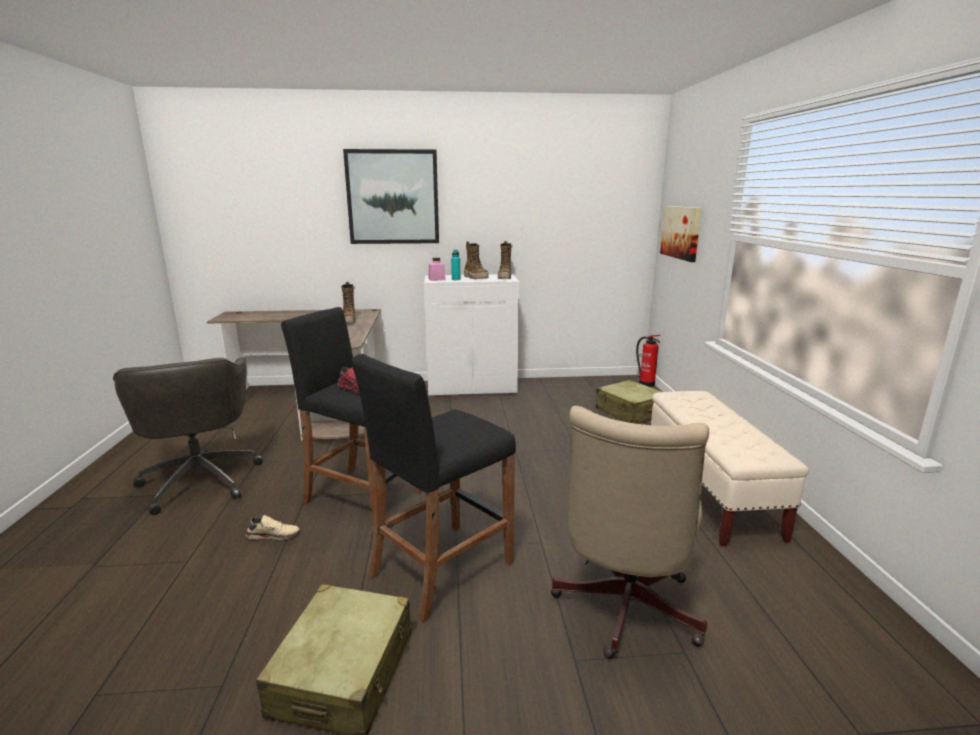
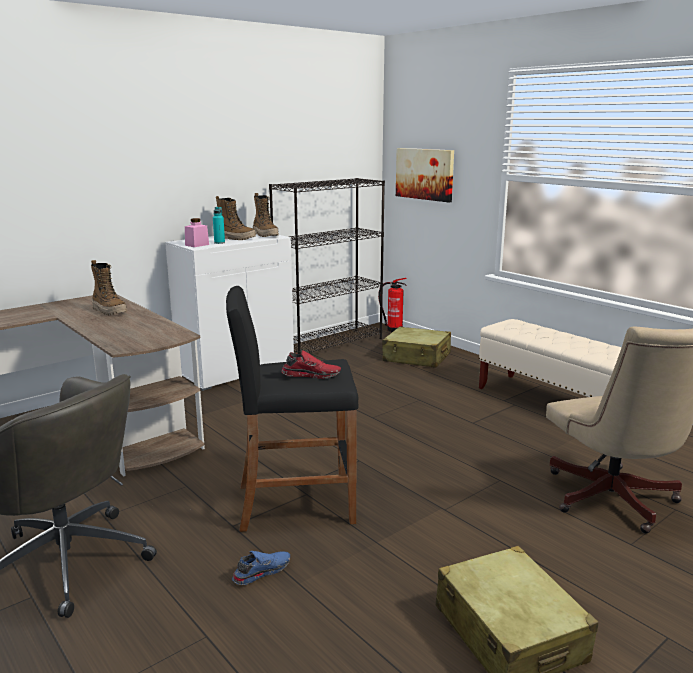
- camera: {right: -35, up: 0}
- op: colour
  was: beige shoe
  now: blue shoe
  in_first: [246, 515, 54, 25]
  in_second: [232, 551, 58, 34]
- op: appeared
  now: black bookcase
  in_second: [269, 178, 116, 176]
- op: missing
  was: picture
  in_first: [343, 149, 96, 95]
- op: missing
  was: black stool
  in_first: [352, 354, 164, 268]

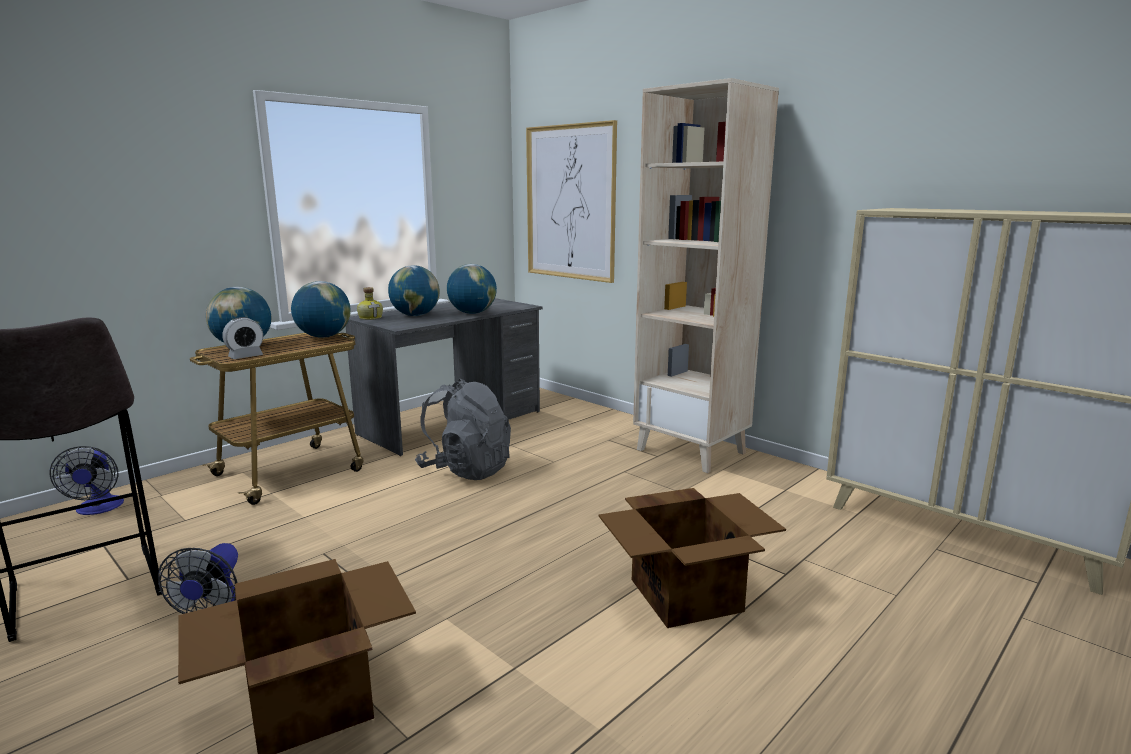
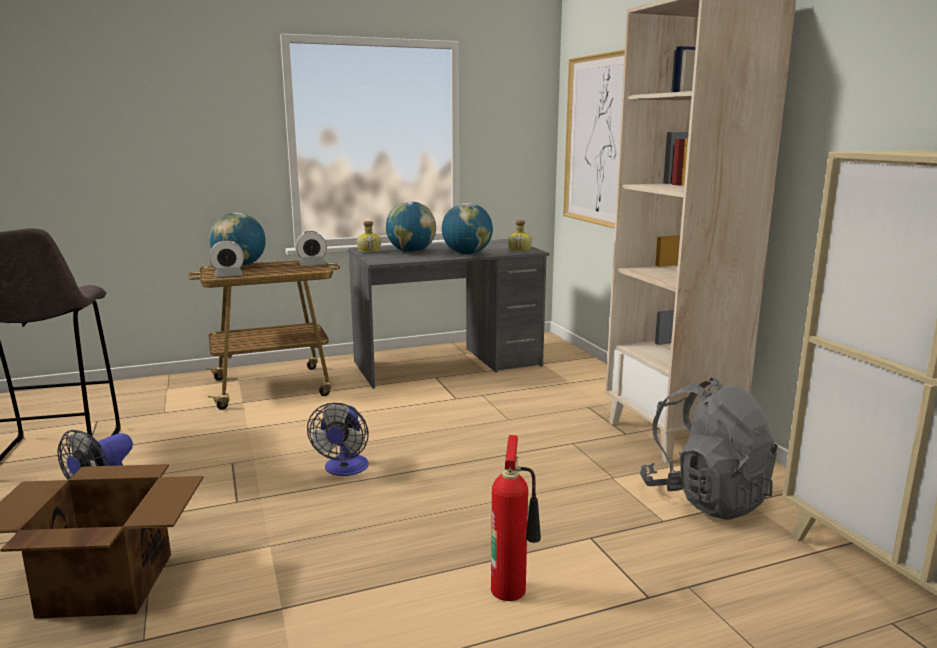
- camera: {right: 25, up: 0}
- op: exchanged
  was: globe
  now: alarm clock
  in_first: [291, 281, 60, 57]
  in_second: [295, 231, 32, 35]
- op: relocated
  was: fan
  in_first: [49, 446, 75, 69]
  in_second: [307, 403, 62, 73]
- op: exchanged
  was: cardboard box
  now: fire extinguisher
  in_first: [599, 488, 187, 140]
  in_second: [491, 435, 50, 166]
- op: appeared
  now: bottle
  in_second: [508, 220, 24, 31]
- op: relocated
  was: grey backpack
  in_first: [415, 379, 96, 101]
  in_second: [640, 377, 138, 143]

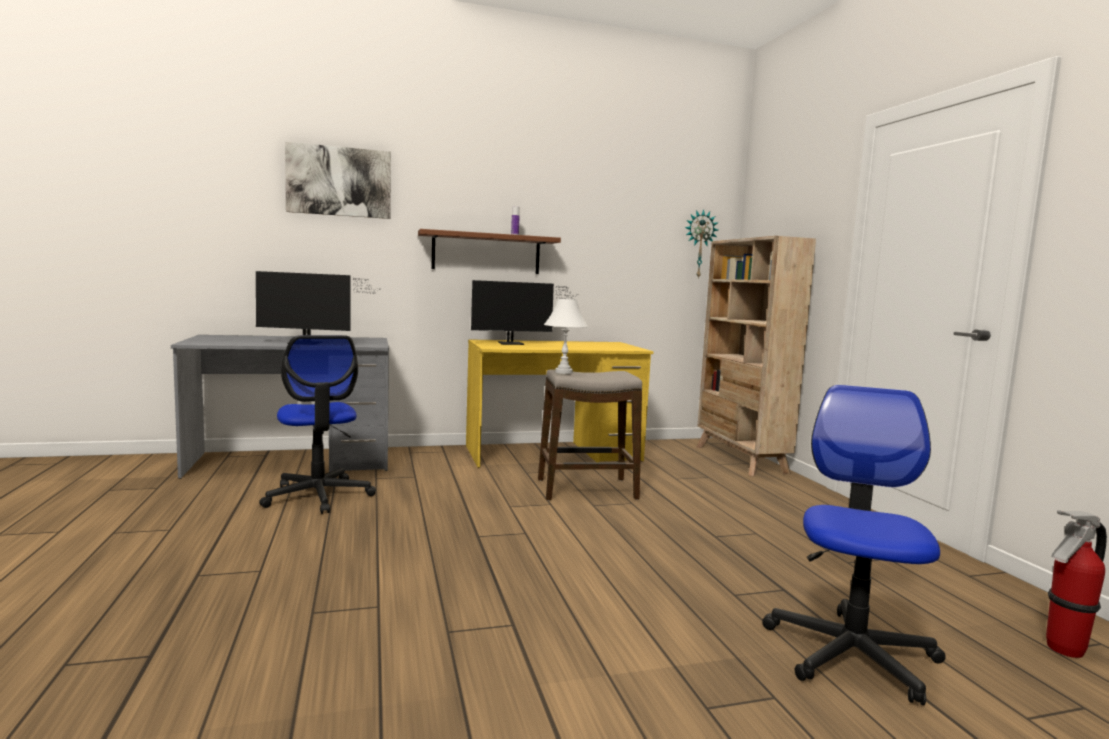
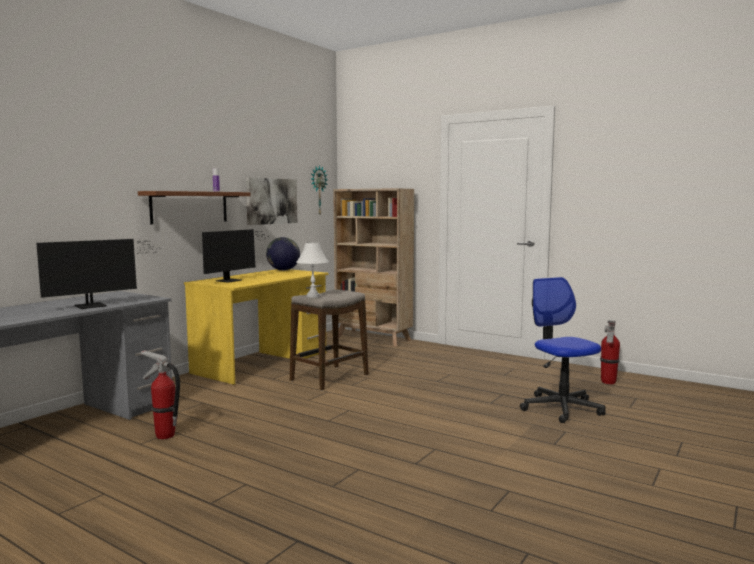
- camera: {right: -40, up: 0}
- op: exchanged
  was: office chair
  now: fire extinguisher
  in_first: [259, 335, 117, 179]
  in_second: [140, 350, 40, 89]
- op: relocated
  was: picture
  in_first: [285, 142, 106, 77]
  in_second: [246, 177, 51, 48]
- op: appeared
  now: globe
  in_second: [266, 237, 34, 34]

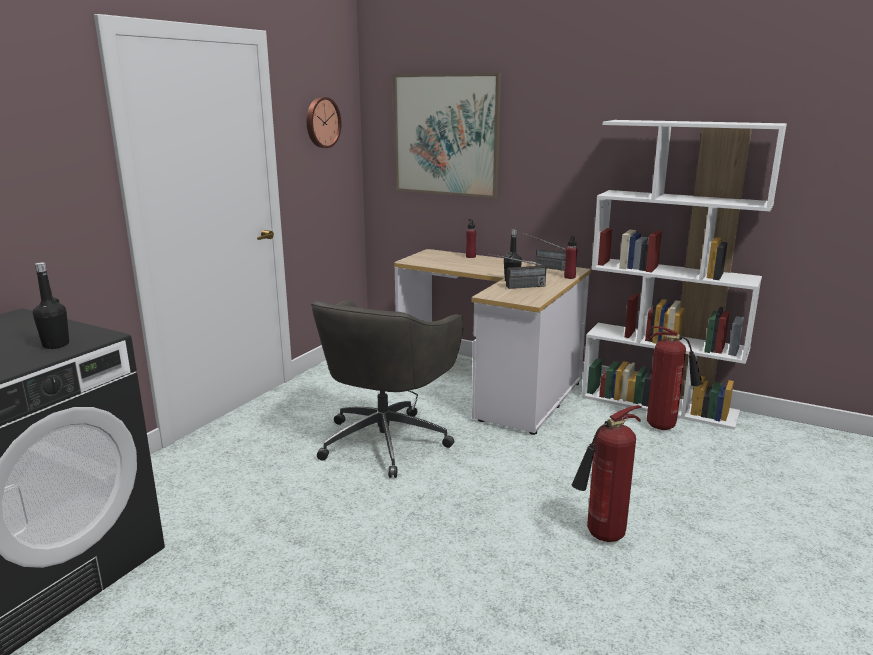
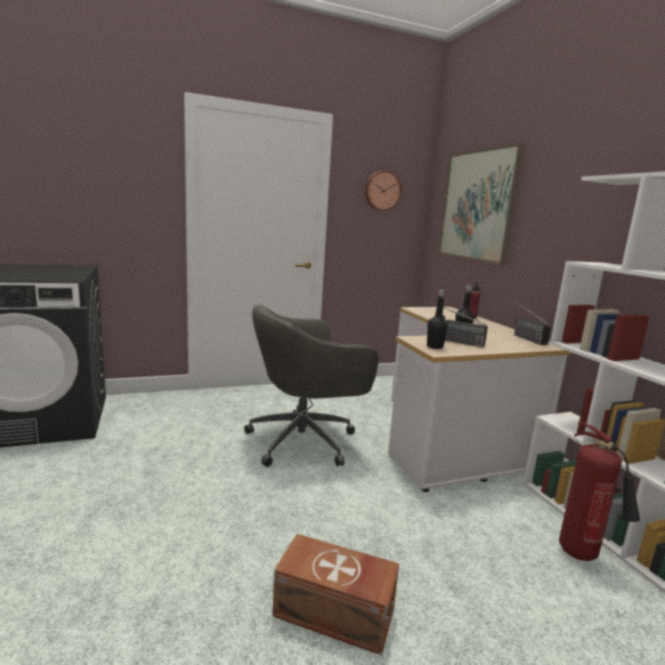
- camera: {right: 40, up: -5}
- op: exchanged
  was: fire extinguisher
  now: brown storage box
  in_first: [572, 405, 70, 137]
  in_second: [272, 534, 127, 121]
- op: relocated
  was: black bottle
  in_first: [33, 262, 36, 87]
  in_second: [427, 290, 21, 59]
- op: missing
  was: red bottle
  in_first: [564, 235, 14, 44]

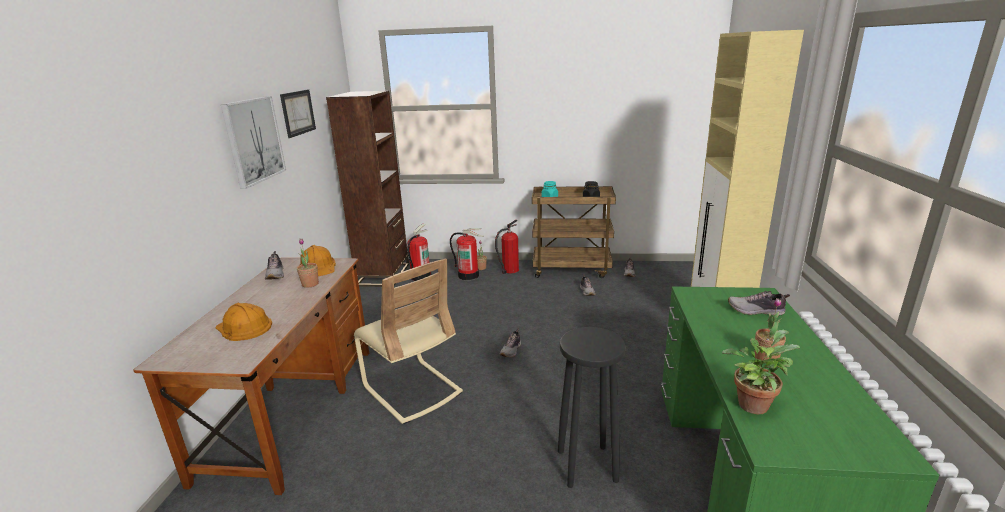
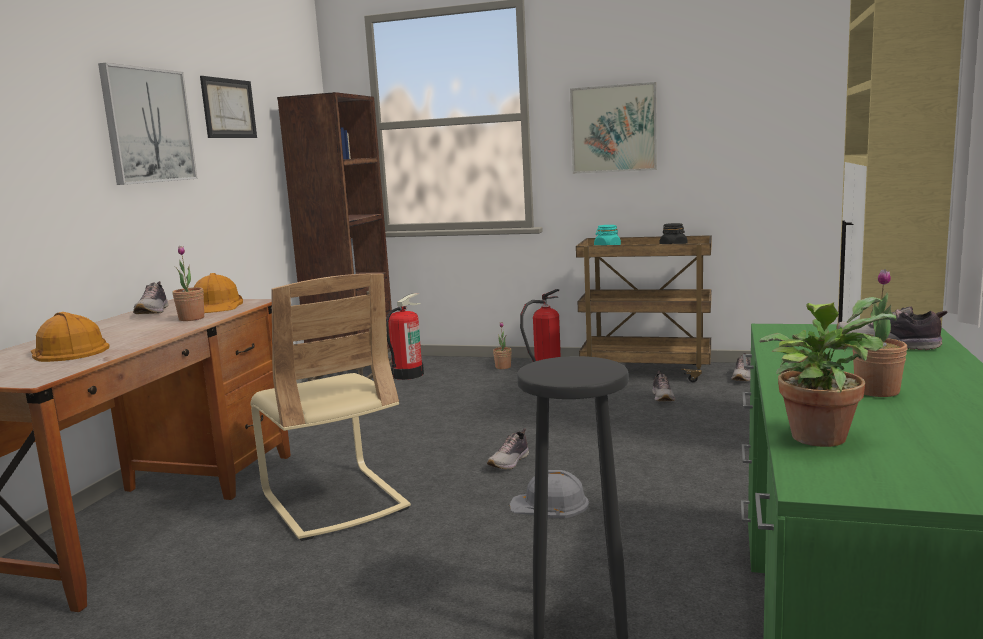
- camera: {right: 10, up: -10}
- op: appeared
  now: grey hard hat
  in_second: [510, 470, 79, 48]
- op: appeared
  now: picture
  in_second: [570, 82, 87, 92]
- op: missing
  was: fire extinguisher
  in_first: [450, 228, 34, 52]

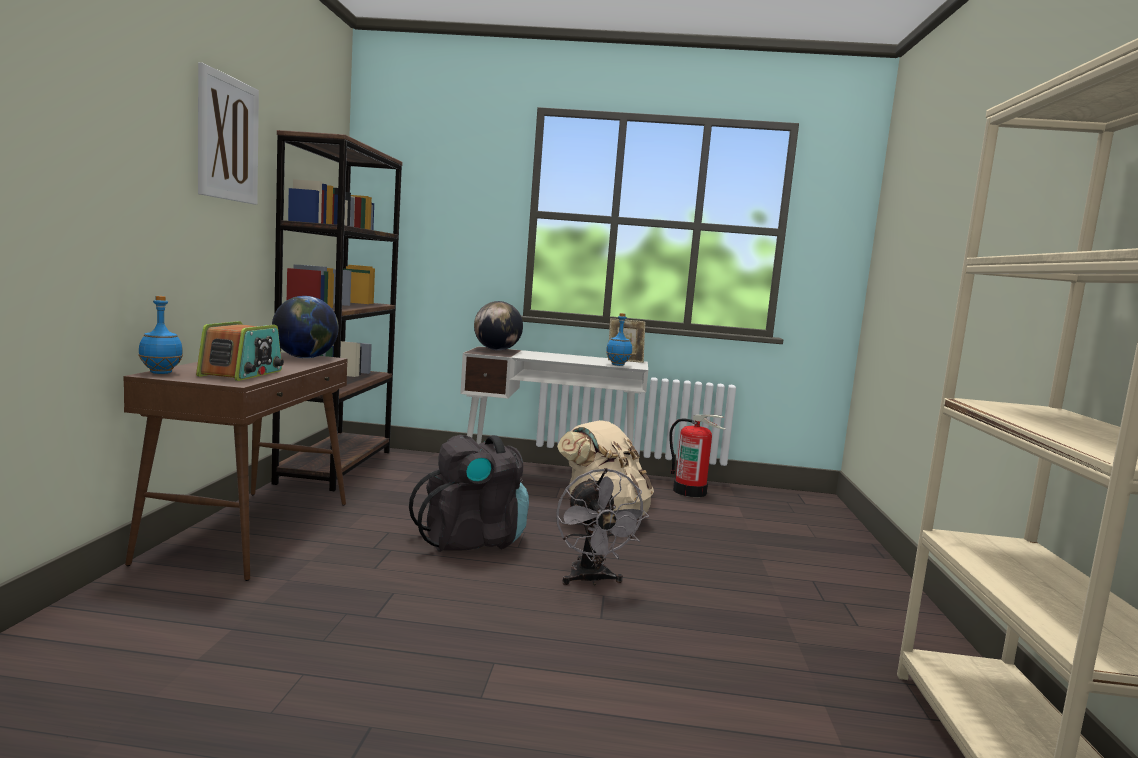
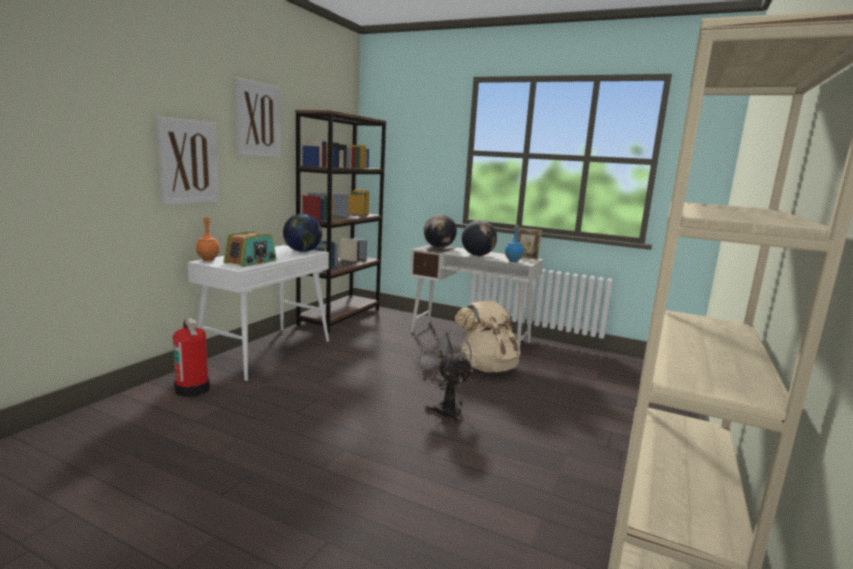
- camera: {right: 20, up: 5}
- op: appeared
  now: picture
  in_second: [156, 116, 63, 89]
- op: relocated
  was: fire extinguisher
  in_first: [669, 414, 56, 83]
  in_second: [173, 318, 37, 79]
- op: colour
  was: brown console table
  now: white console table
  in_first: [124, 352, 223, 229]
  in_second: [188, 245, 141, 136]
- op: colour
  was: blue bottle
  now: orange bottle
  in_first: [138, 296, 45, 78]
  in_second: [196, 217, 24, 44]
- op: spun
  was: grey fan
  in_first: [556, 468, 93, 117]
  in_second: [414, 330, 59, 94]
  clockwise: 150
- op: appeared
  now: globe
  in_second: [462, 220, 35, 36]
- op: missing
  was: black backpack
  in_first: [409, 435, 120, 117]

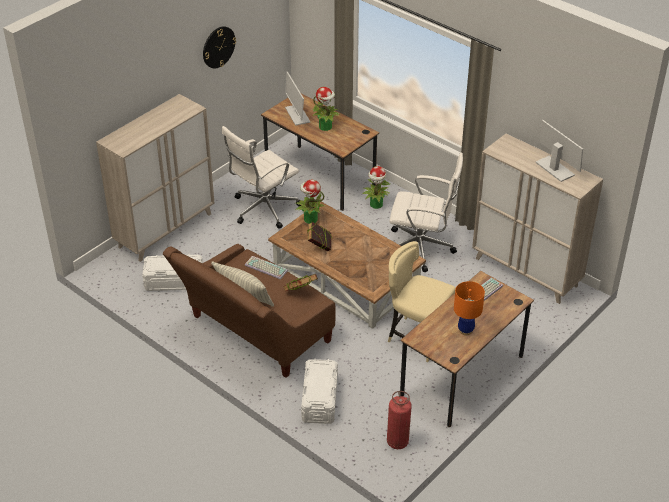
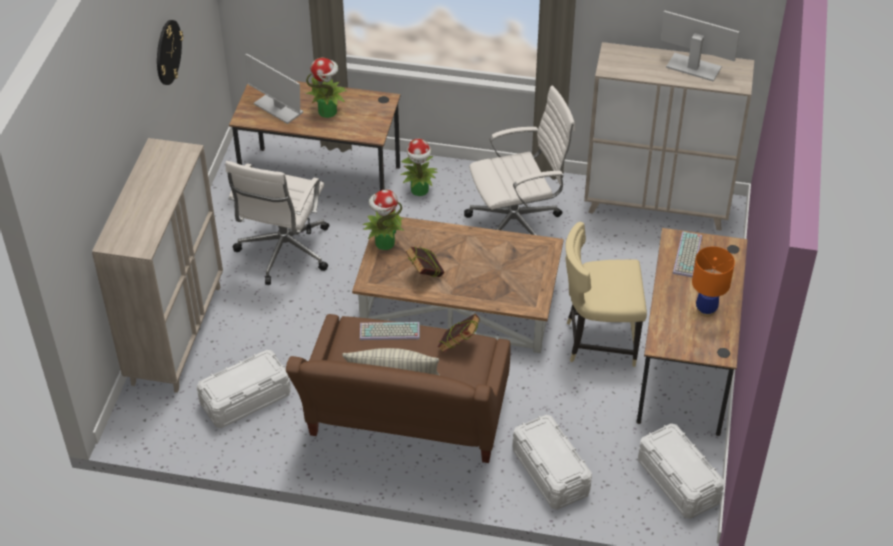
- camera: {right: -30, up: 5}
- op: exchanged
  was: fire extinguisher
  now: white storage box
  in_first: [387, 391, 25, 58]
  in_second: [638, 423, 87, 96]

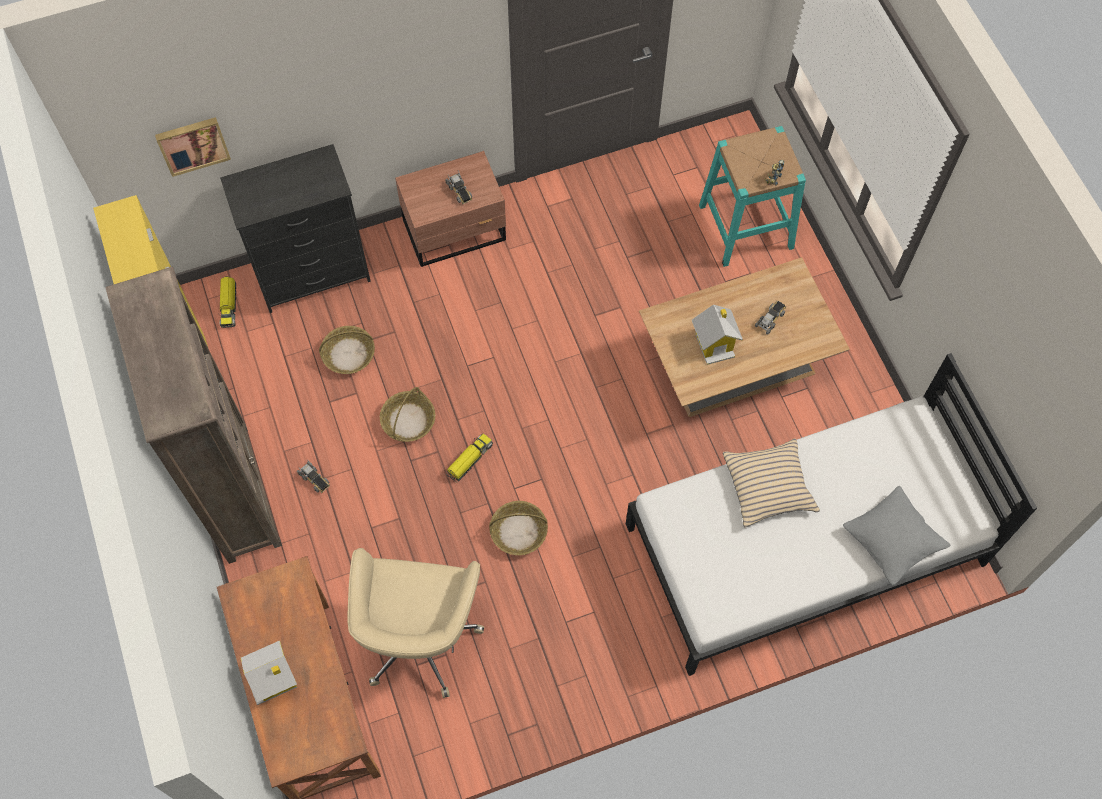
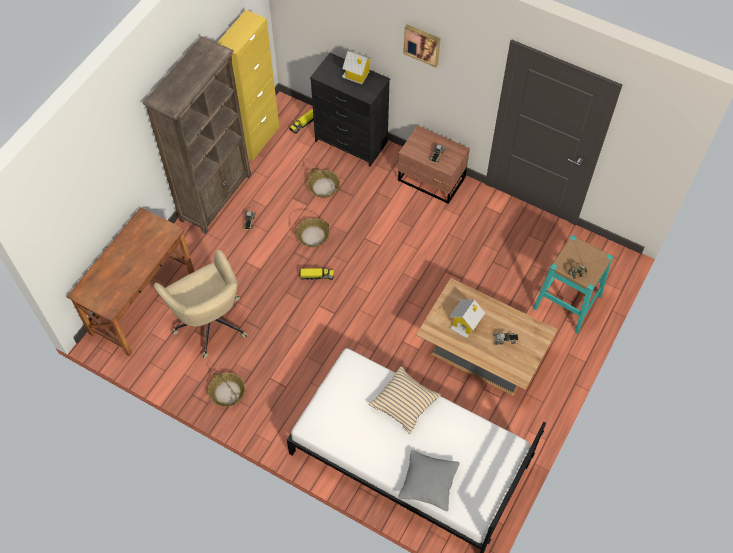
- camera: {right: 50, up: -5}
- op: spun
  was: beige office chair
  in_first: [347, 548, 137, 150]
  in_second: [153, 250, 95, 109]
  clockwise: -90
- op: relocated
  was: basket
  in_first: [489, 501, 59, 54]
  in_second: [208, 373, 38, 34]
- op: relocated
  was: toy house
  in_first: [241, 640, 56, 65]
  in_second: [342, 51, 31, 33]
- op: relocated
  was: picture
  in_first: [155, 117, 76, 60]
  in_second: [403, 25, 38, 43]

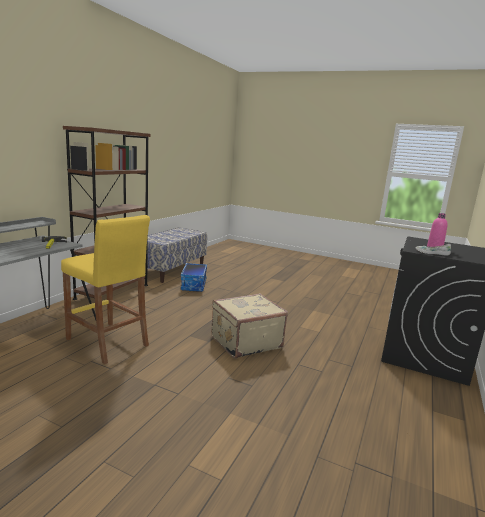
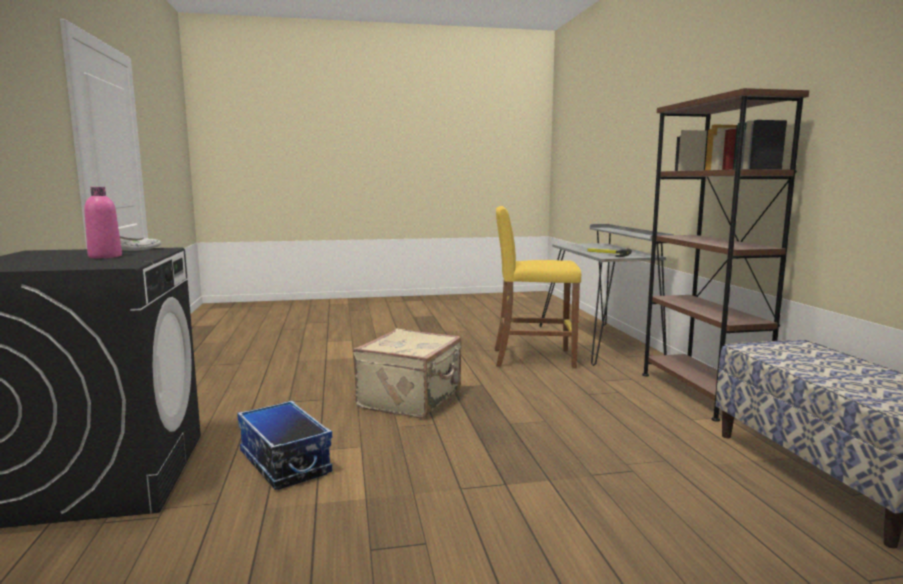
- camera: {right: 145, up: -5}
- op: relocated
  was: storage box
  in_first: [181, 263, 26, 29]
  in_second: [237, 401, 95, 89]

